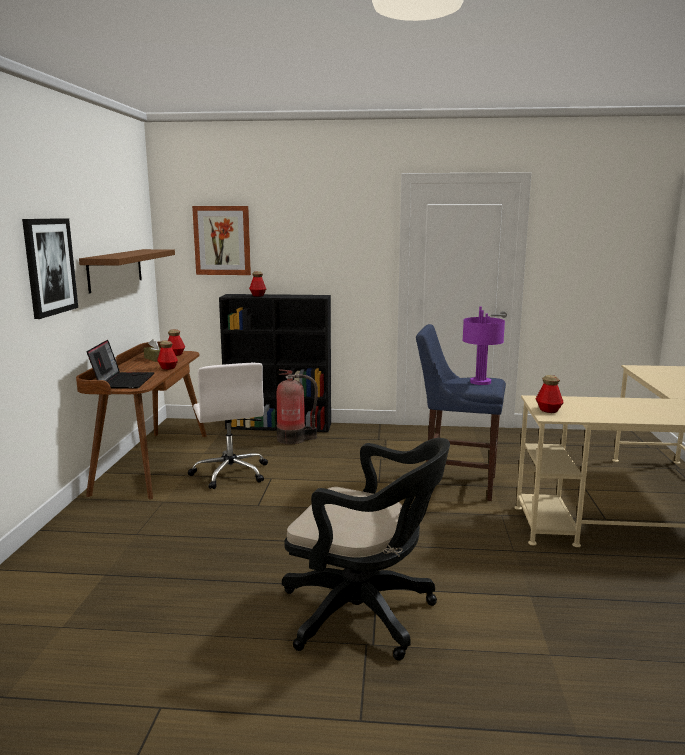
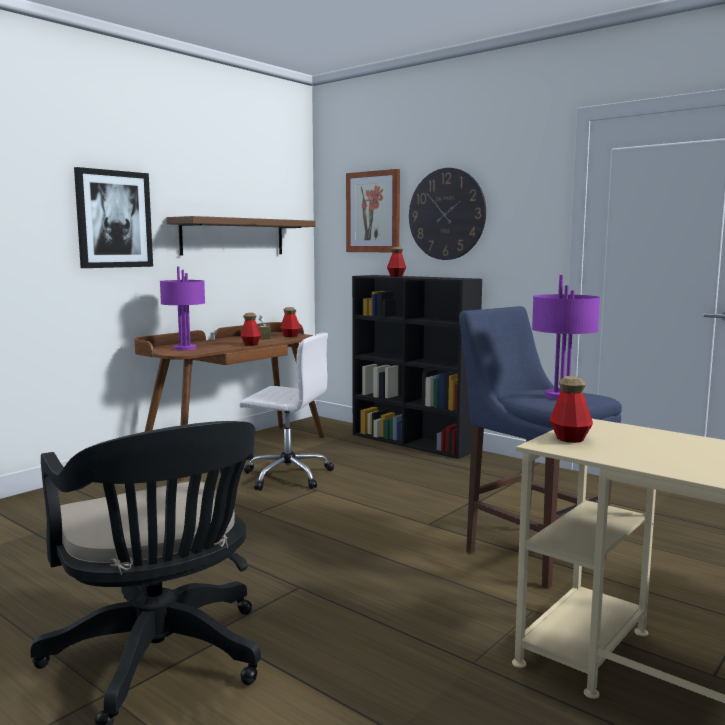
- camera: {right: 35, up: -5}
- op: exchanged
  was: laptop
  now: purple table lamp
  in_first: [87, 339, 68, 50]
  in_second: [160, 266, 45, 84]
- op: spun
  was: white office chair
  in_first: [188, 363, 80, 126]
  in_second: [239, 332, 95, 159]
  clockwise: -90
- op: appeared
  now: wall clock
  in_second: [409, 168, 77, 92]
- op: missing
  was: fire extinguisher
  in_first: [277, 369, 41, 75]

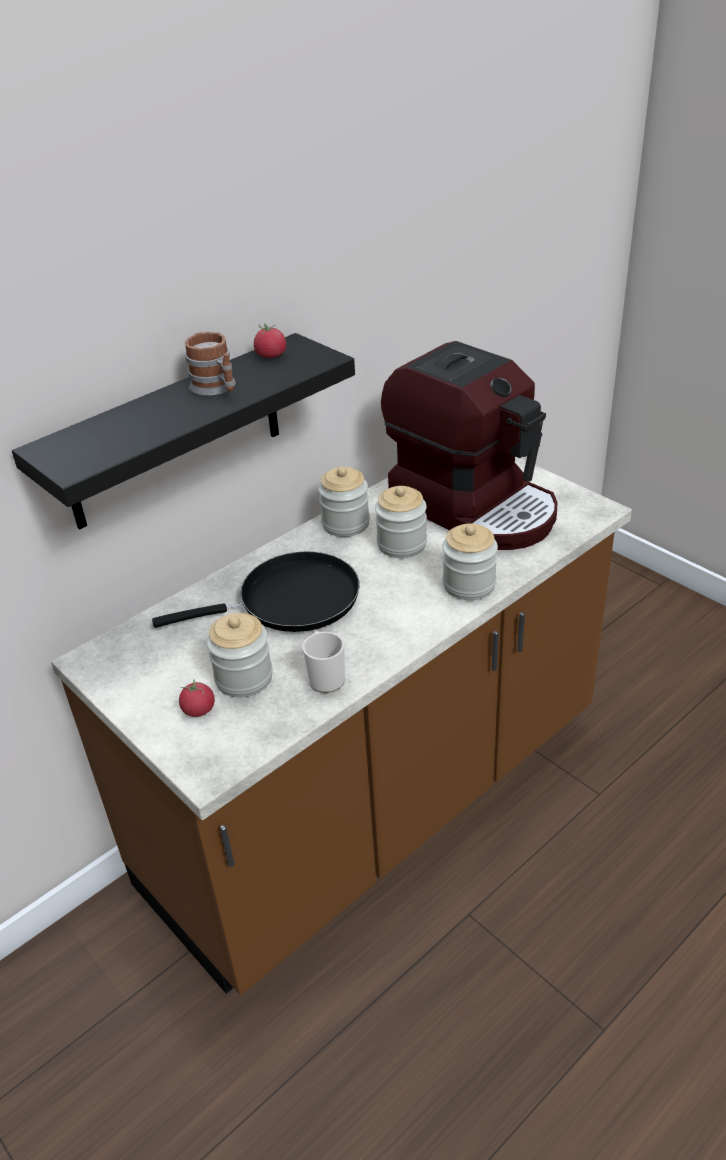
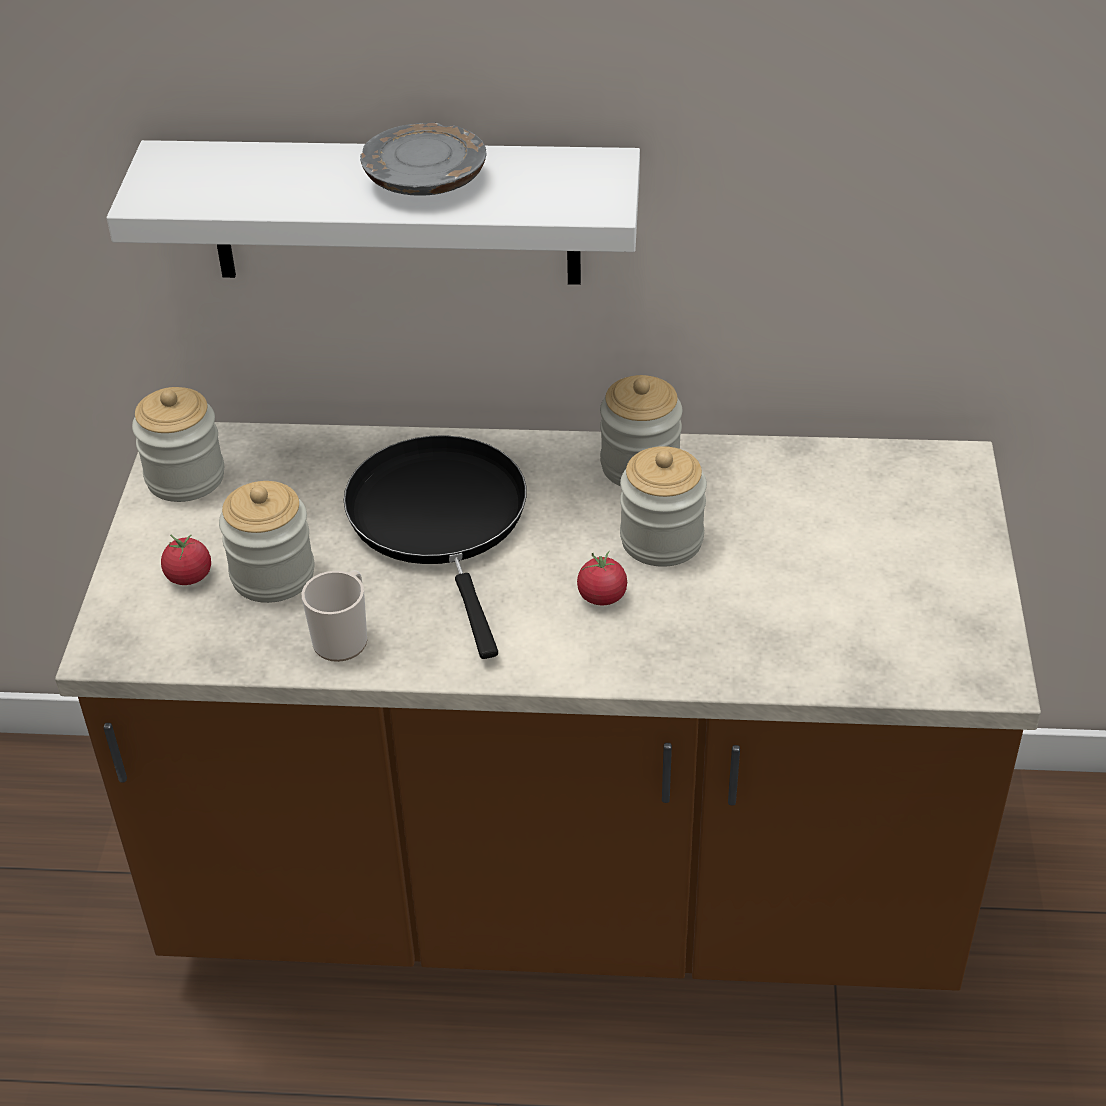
- camera: {right: 45, up: 5}
- op: colour
  was: black shelf
  now: white shelf
  in_first: [12, 333, 343, 197]
  in_second: [107, 140, 533, 145]
- op: relocated
  was: jar
  in_first: [442, 523, 56, 77]
  in_second: [132, 387, 92, 115]
- op: spun
  was: black frying pan
  in_first: [152, 551, 208, 81]
  in_second: [344, 435, 183, 224]
  clockwise: -135
- op: exchanged
  was: mug
  now: grey plate
  in_first: [185, 332, 51, 64]
  in_second: [360, 123, 127, 73]
- op: relocated
  was: tomato
  in_first: [254, 323, 32, 35]
  in_second: [577, 551, 50, 54]
- op: missing
  was: coffee machine
  in_first: [381, 341, 177, 209]

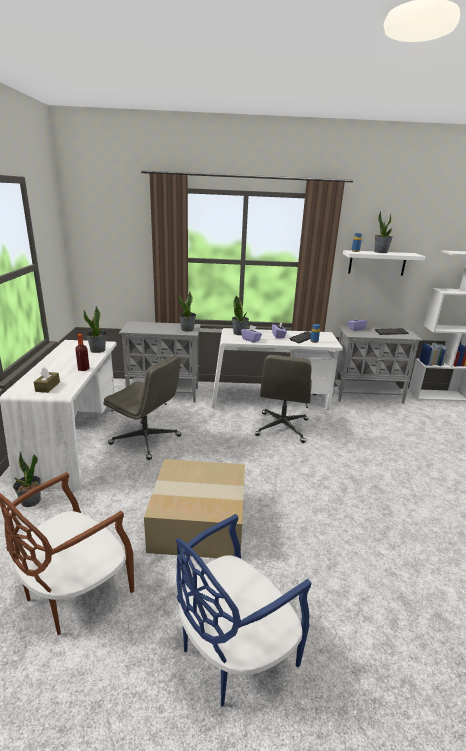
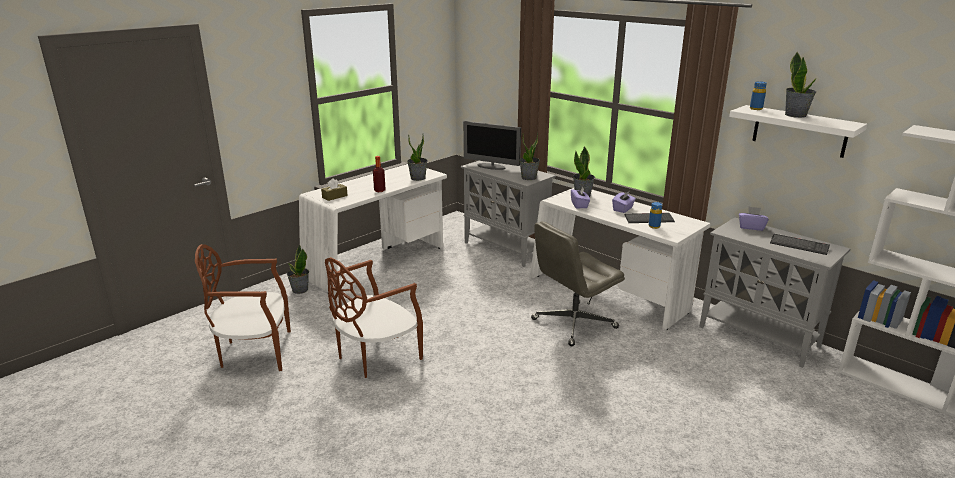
- camera: {right: 45, up: 0}
- op: exchanged
  was: cardboard box
  now: brown chair
  in_first: [144, 459, 101, 99]
  in_second: [325, 257, 98, 121]
- op: appeared
  now: monitor
  in_second: [463, 121, 58, 49]
- op: missing
  was: grey office chair
  in_first: [104, 355, 77, 105]
- op: missing
  was: blue chair
  in_first: [176, 514, 135, 193]

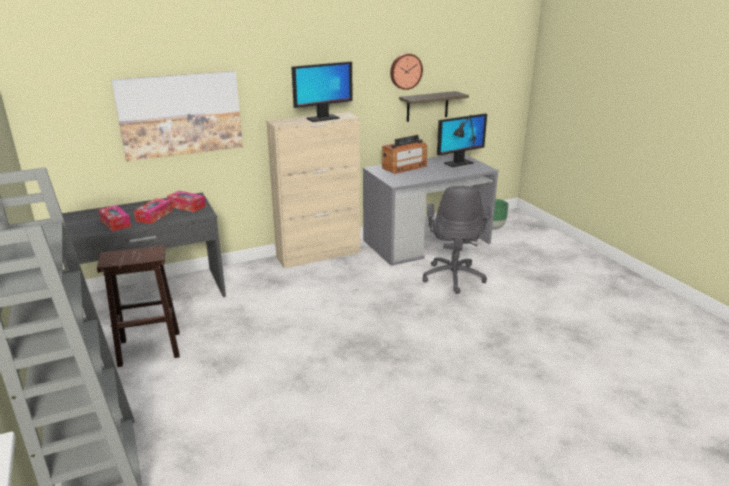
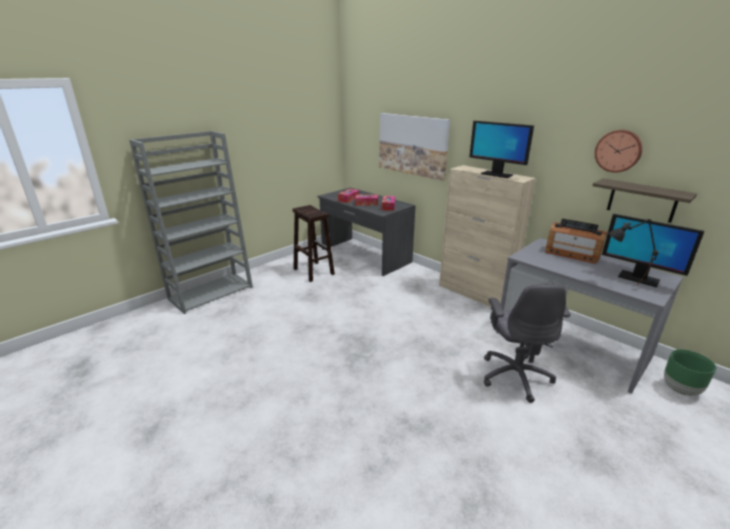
- camera: {right: 70, up: 0}
- op: spun
  was: grey office chair
  in_first: [423, 186, 68, 108]
  in_second: [484, 284, 86, 119]
  clockwise: -75

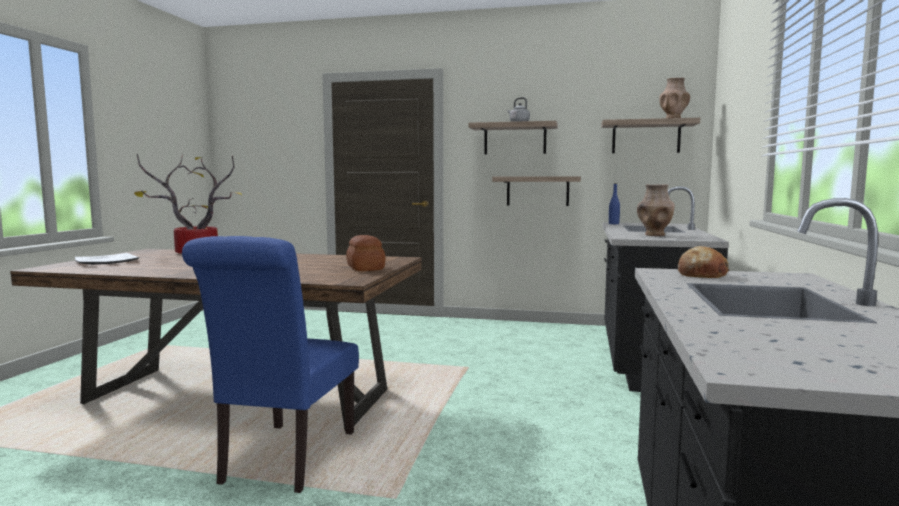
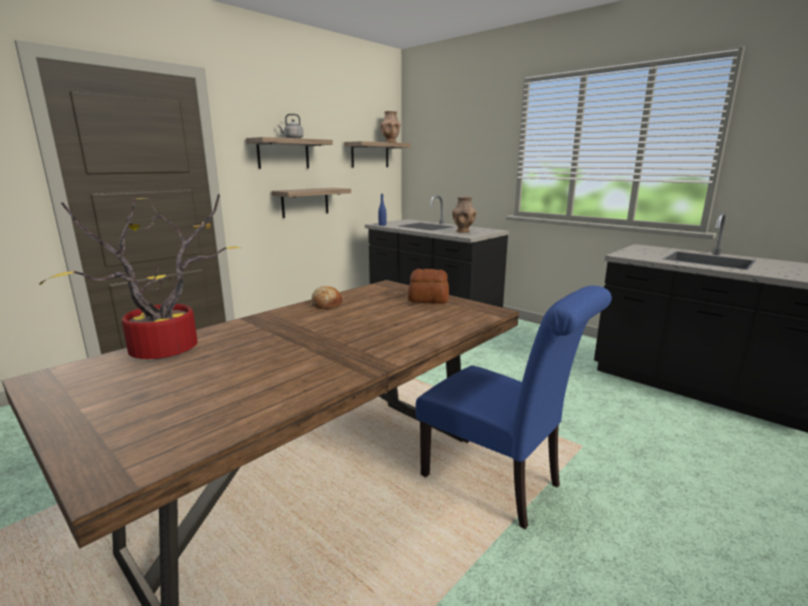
- camera: {right: -60, up: 10}
- op: relocated
  was: bread
  in_first: [678, 246, 52, 32]
  in_second: [311, 286, 31, 23]
- op: missing
  was: plate
  in_first: [75, 253, 64, 12]

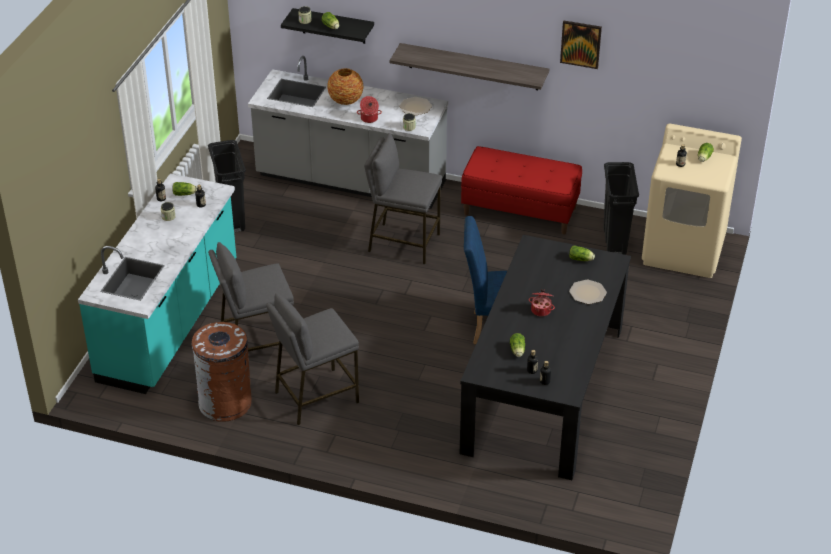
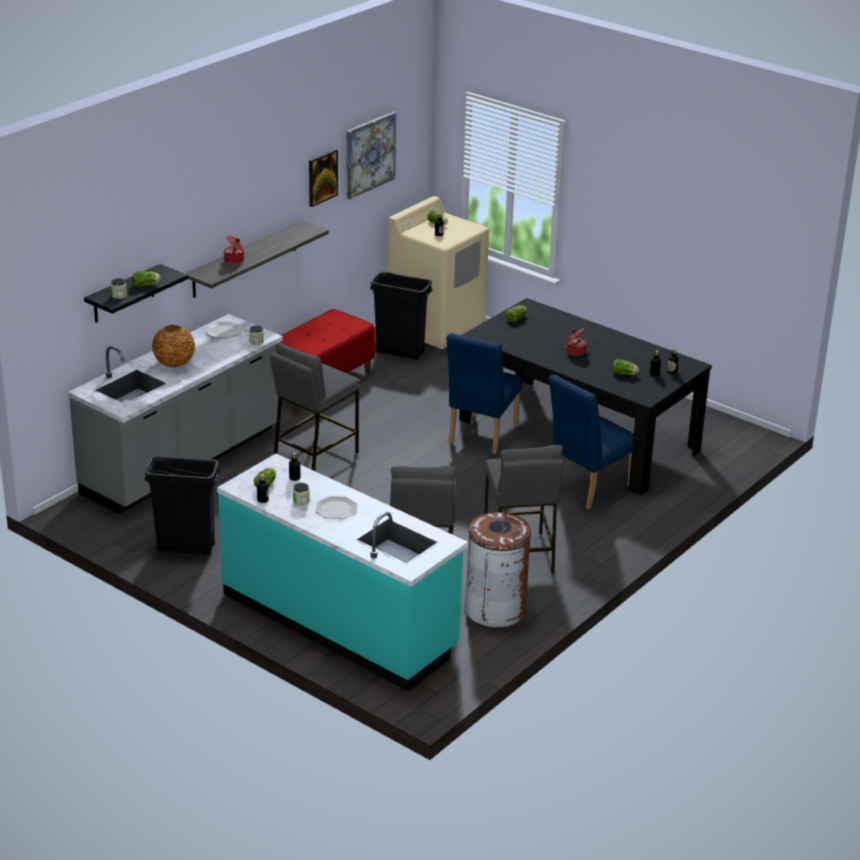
- camera: {right: -70, up: -10}
- op: relocated
  was: cooking pot
  in_first: [357, 96, 25, 27]
  in_second: [224, 235, 20, 29]
- op: relocated
  was: plate
  in_first: [569, 280, 38, 24]
  in_second: [315, 496, 43, 23]
- op: appeared
  now: picture
  in_second: [346, 112, 50, 88]
- op: appeared
  now: blue chair
  in_second: [549, 374, 85, 135]

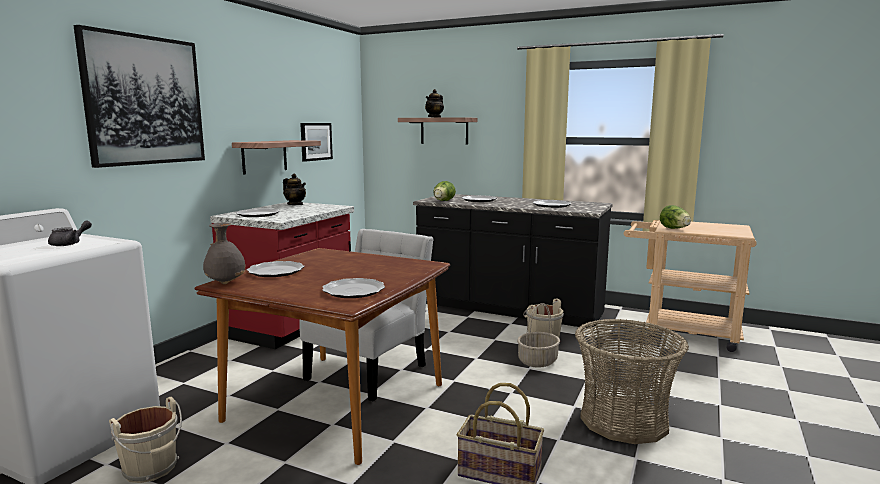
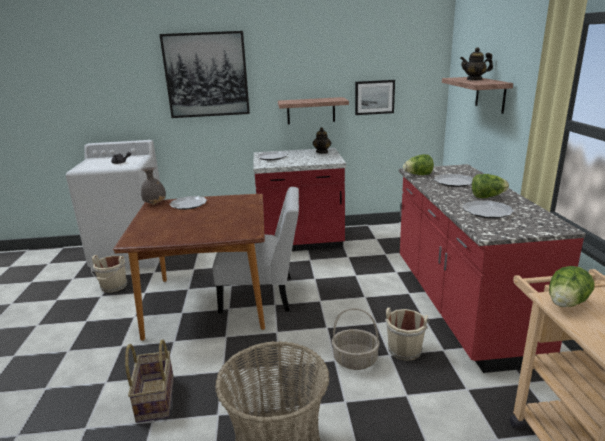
- camera: {right: 60, up: 10}
- op: colour
  was: black counter
  now: red counter
  in_first: [413, 194, 200, 134]
  in_second: [399, 164, 187, 209]
- op: appeared
  now: lettuce
  in_second: [472, 174, 37, 24]
- op: missing
  was: plate
  in_first: [322, 278, 63, 20]

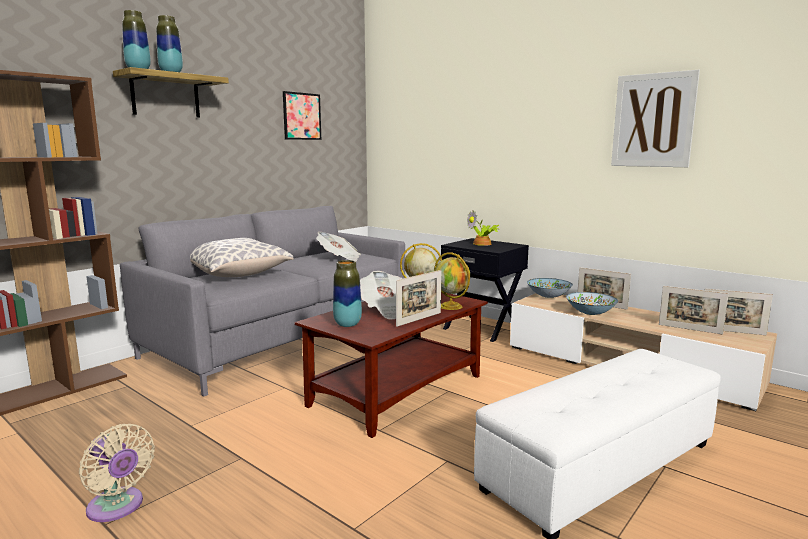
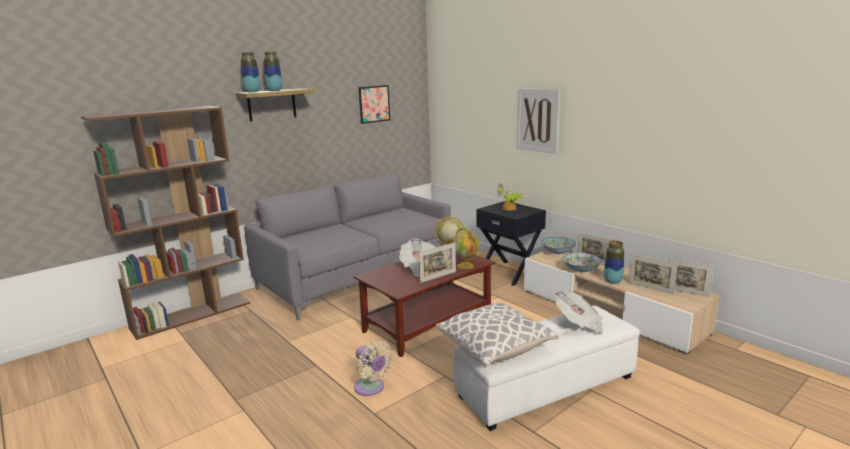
- camera: {right: 10, up: 5}
- op: relocated
  was: beige fan
  in_first: [79, 424, 76, 98]
  in_second: [354, 341, 39, 55]
- op: relocated
  was: pillow
  in_first: [190, 238, 103, 39]
  in_second: [436, 303, 123, 65]
- op: relocated
  was: picture
  in_first: [611, 70, 89, 97]
  in_second: [516, 88, 44, 66]
- op: relocated
  was: newspaper
  in_first: [316, 232, 45, 29]
  in_second: [555, 291, 48, 43]
- op: relocated
  was: vase
  in_first: [333, 260, 29, 67]
  in_second: [604, 241, 20, 43]

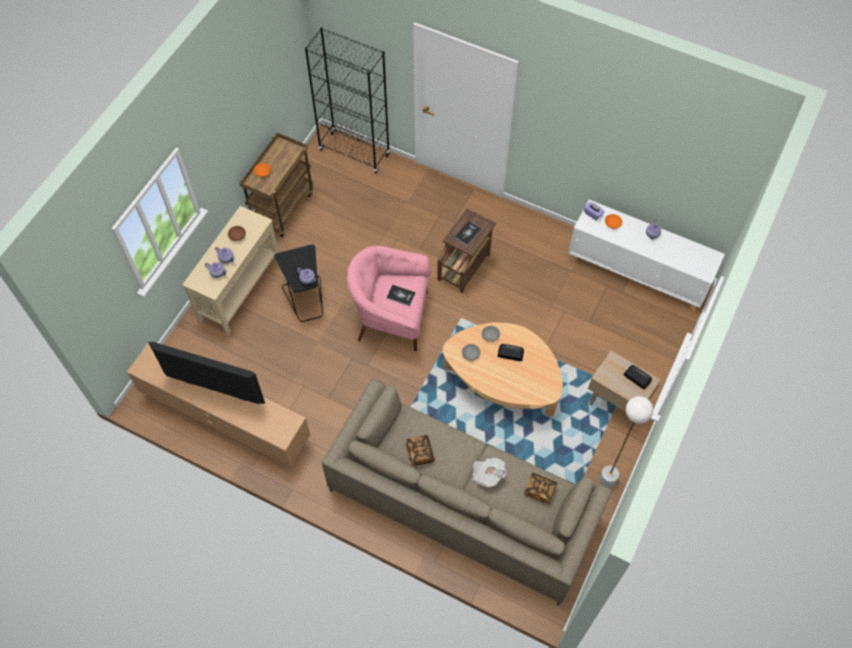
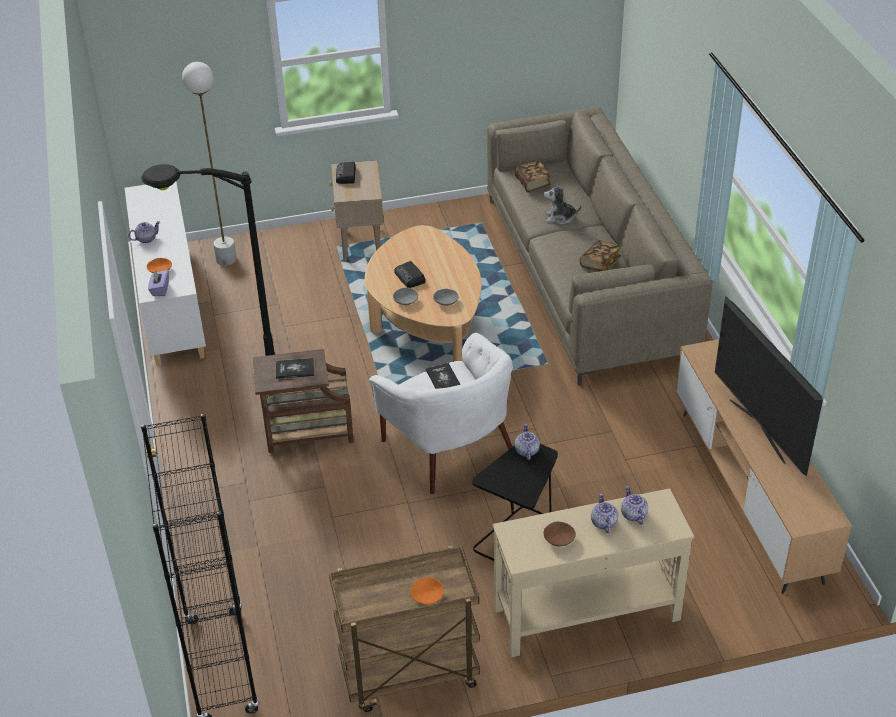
- camera: {right: -130, up: -20}
- op: appeared
  now: black floor lamp
  in_second: [141, 164, 134, 192]
- op: relocated
  was: white floor lamp
  in_first: [599, 396, 54, 92]
  in_second: [182, 62, 55, 204]
- op: colour
  was: pink armchair
  now: white armchair
  in_first: [347, 246, 84, 105]
  in_second: [369, 333, 144, 161]
- op: exchanged
  was: newspaper
  now: plush toy
  in_first: [472, 457, 34, 30]
  in_second: [544, 183, 37, 42]

